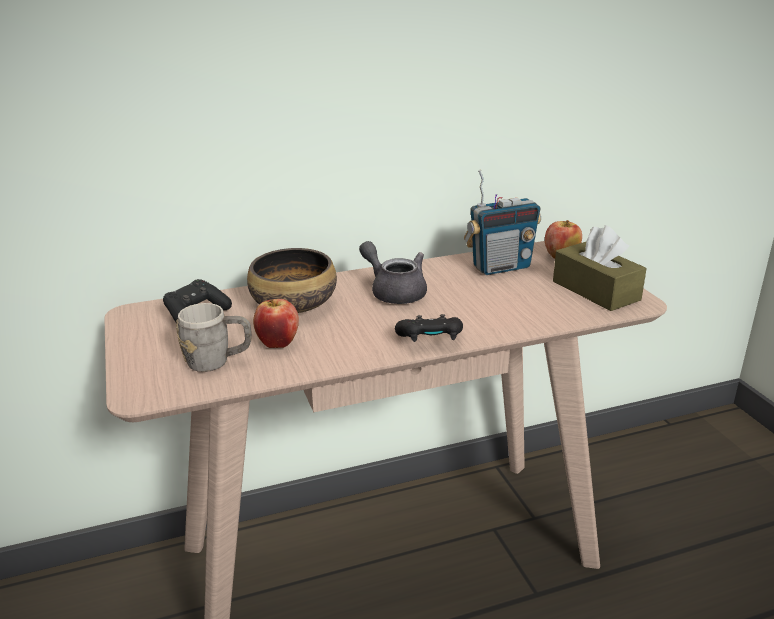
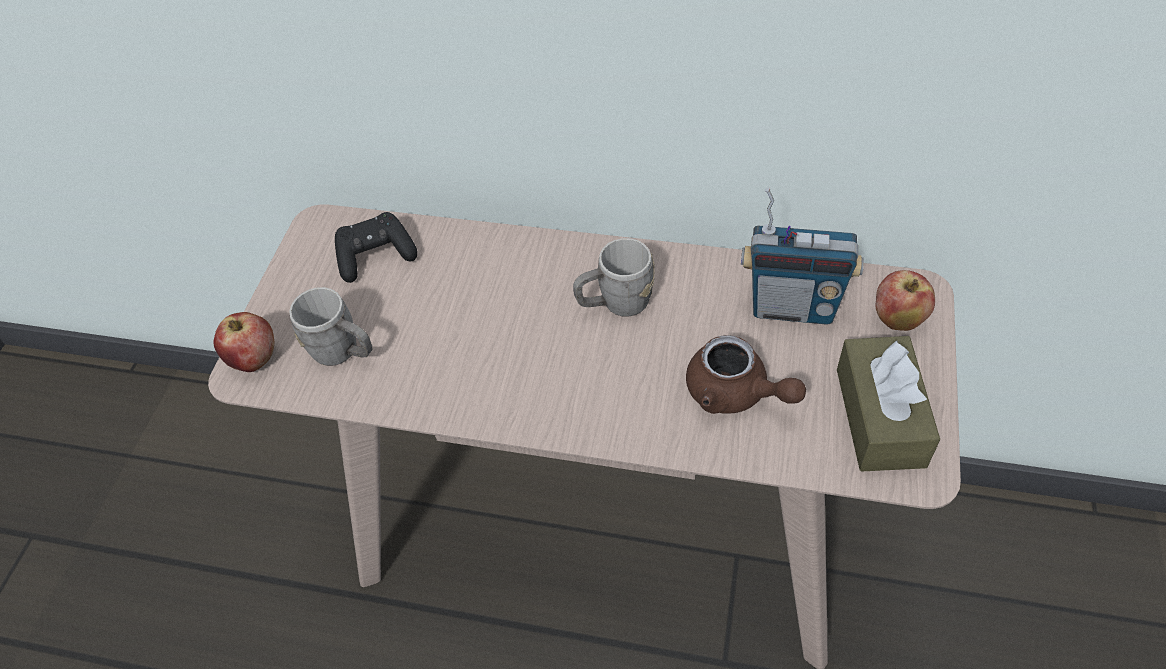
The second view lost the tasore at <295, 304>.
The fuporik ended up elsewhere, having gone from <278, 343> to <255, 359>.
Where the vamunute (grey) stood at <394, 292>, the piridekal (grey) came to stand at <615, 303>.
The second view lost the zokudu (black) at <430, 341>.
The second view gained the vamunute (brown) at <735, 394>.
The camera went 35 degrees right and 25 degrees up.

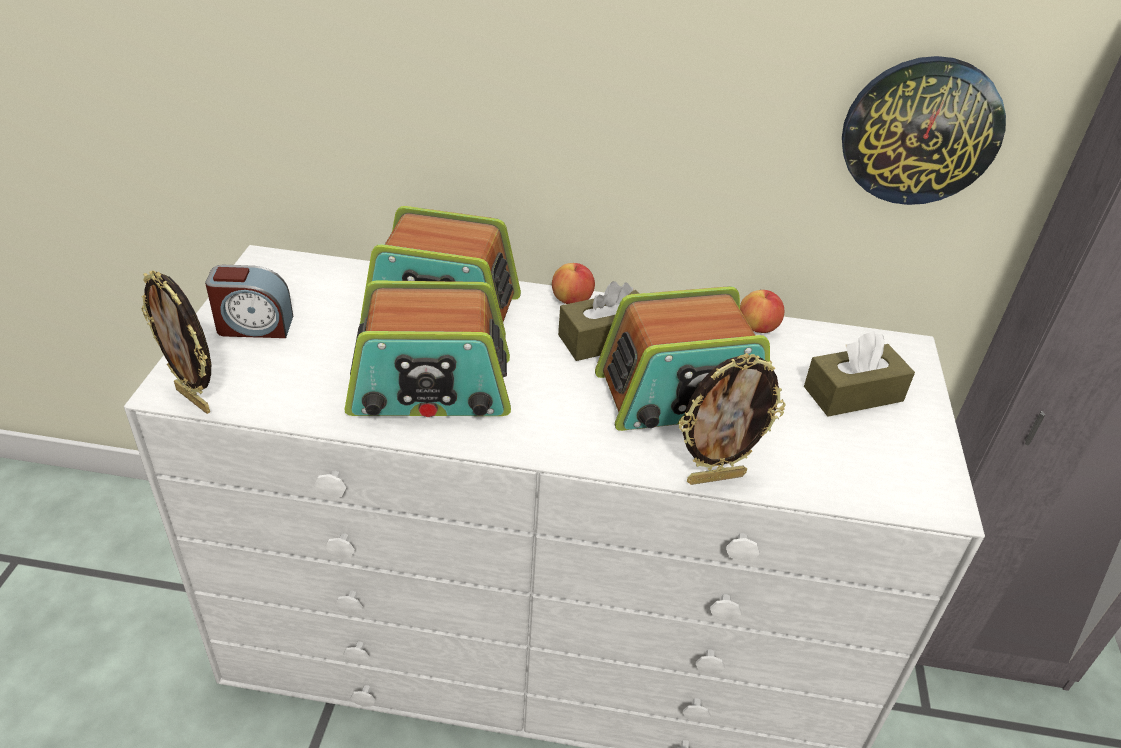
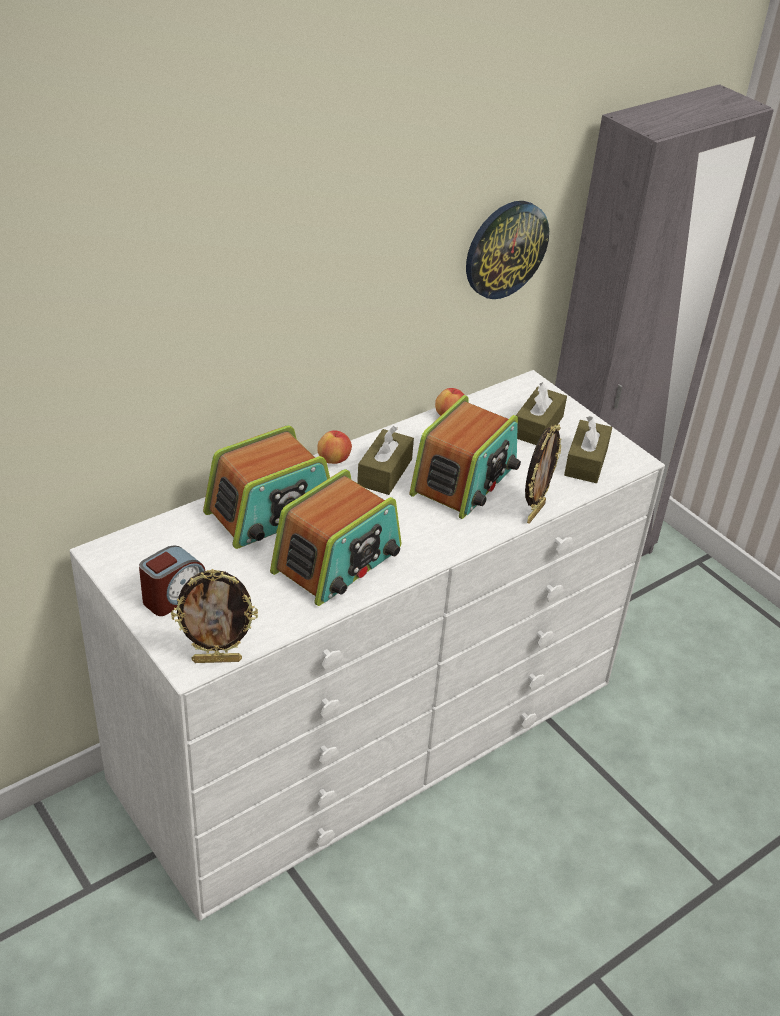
The second view gained the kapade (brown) at <586, 461>.
The camera went 45 degrees left and 0 degrees up.

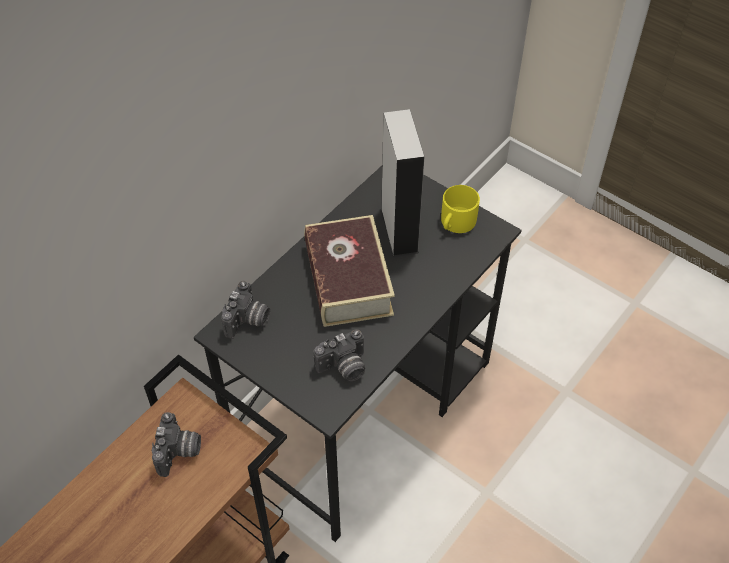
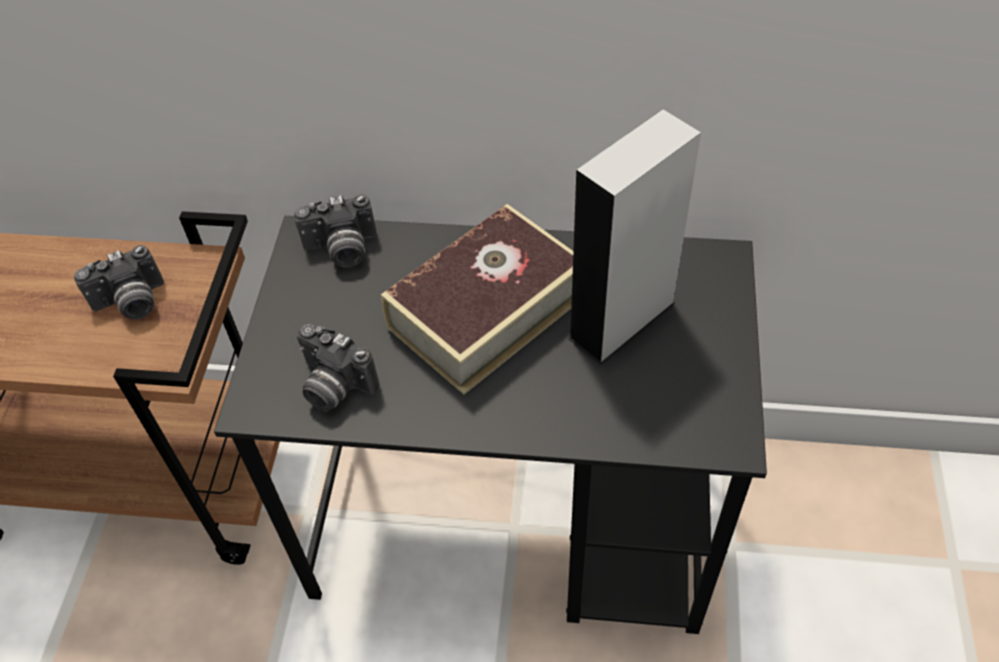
The second view lost the piridekal (yellow) at <456, 222>.
The camera went 60 degrees right and 0 degrees up.

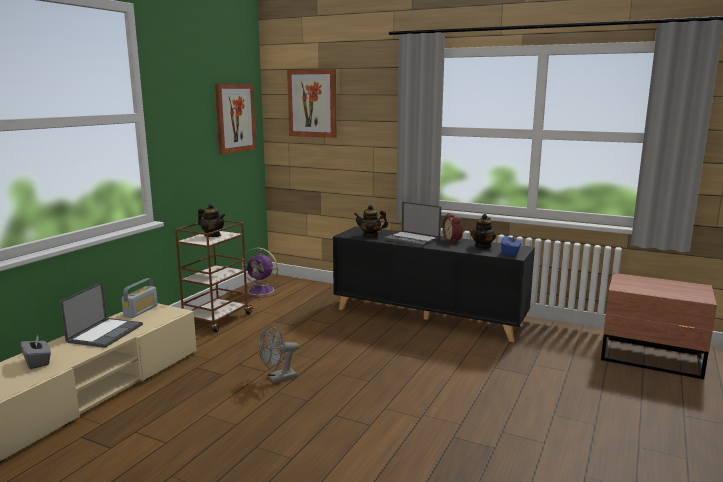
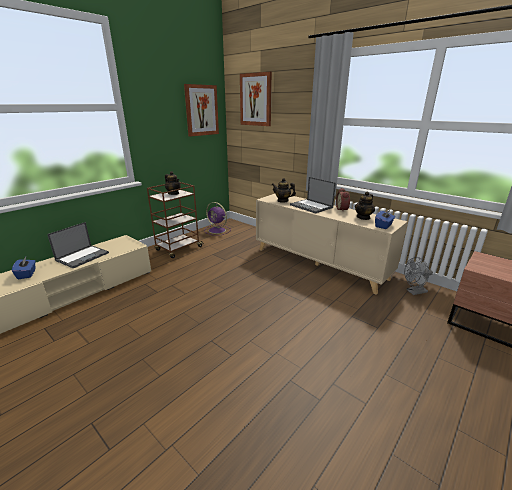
What was the kapade (grey) at <37, 362> turned into the kapade (blue) at <27, 274>.
The second view lost the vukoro at <141, 311>.
The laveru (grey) ended up elsewhere, having gone from <278, 378> to <414, 292>.
What was the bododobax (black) at <428, 317> turned into the bododobax (beige) at <319, 263>.
The camera went 15 degrees right and 10 degrees up.

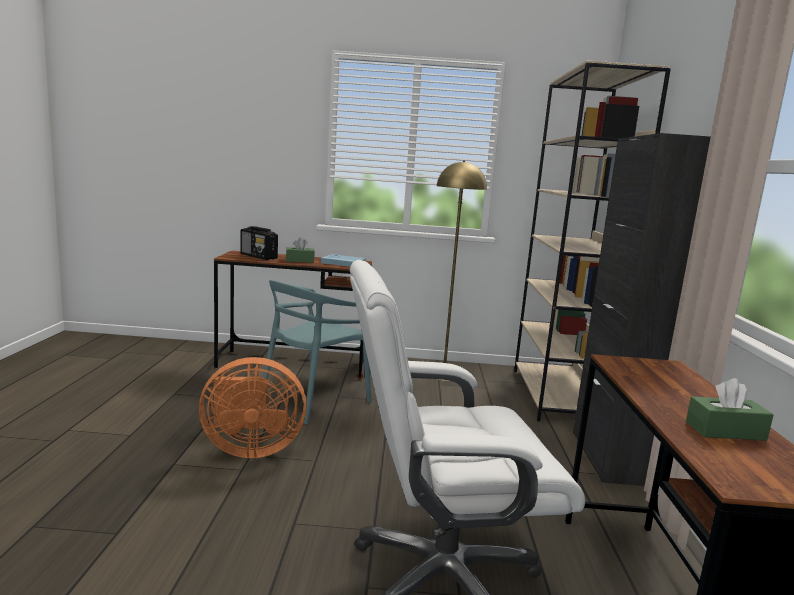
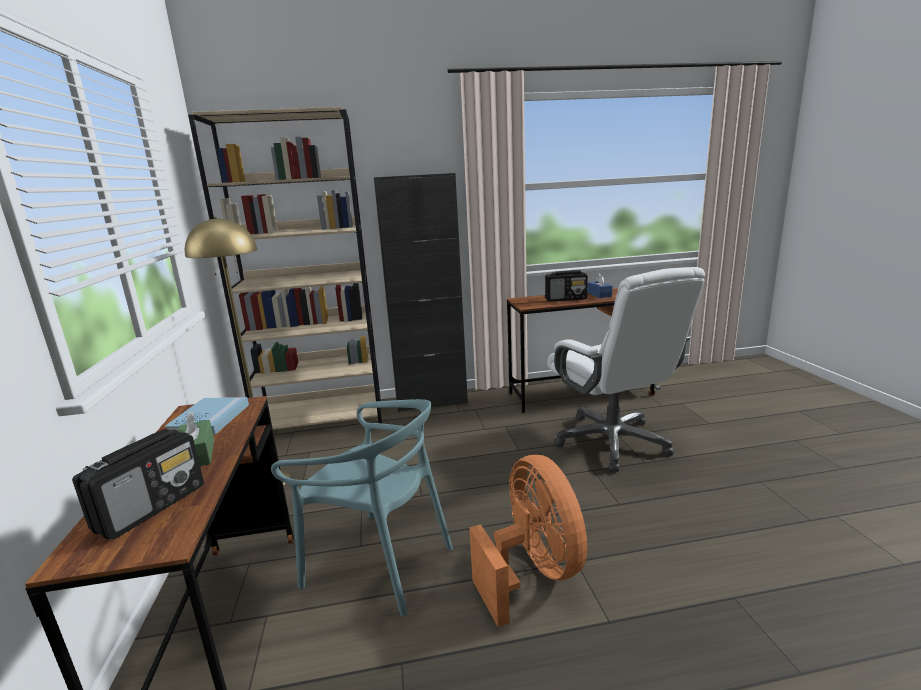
What was the kapade (green) at <725, 431> turned into the kapade (blue) at <599, 294>.
The second view gained the vukoro at <566, 299>.
The camera went 100 degrees left and 5 degrees up.

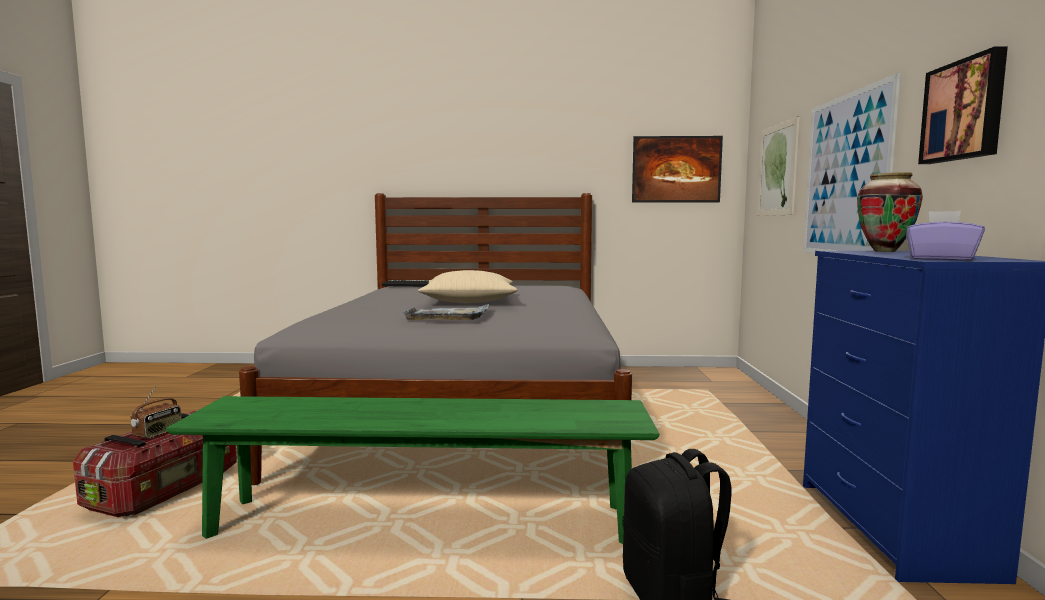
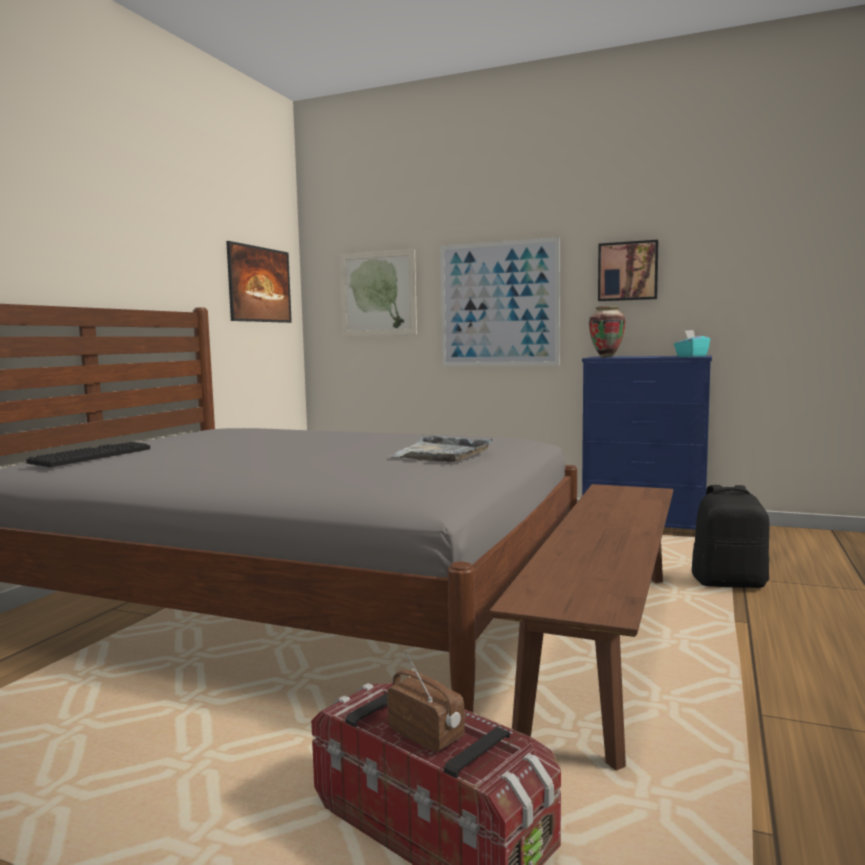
What was the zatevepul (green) at <423, 521> turned into the zatevepul (brown) at <605, 644>.
The second view lost the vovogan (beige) at <469, 301>.
What was the kapade (purple) at <940, 259> turned into the kapade (turquoise) at <691, 356>.
The camera went 70 degrees left and 0 degrees up.

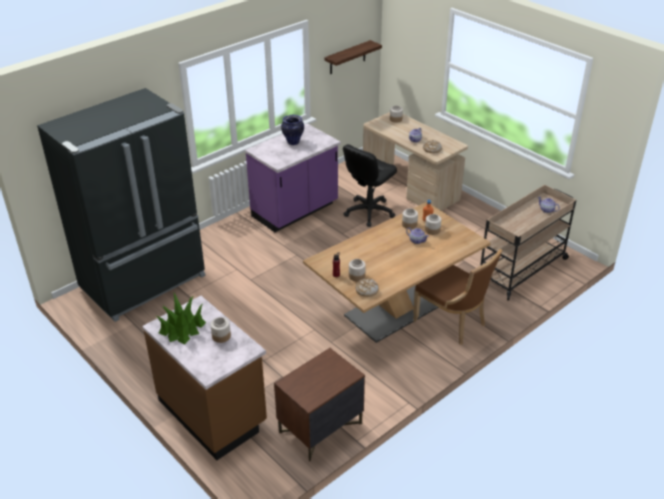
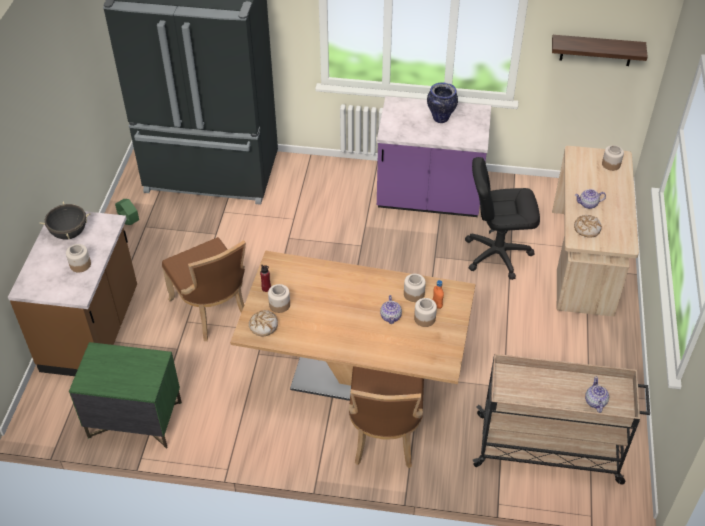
Where the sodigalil stood at <182, 328>, the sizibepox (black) came to stand at <69, 233>.
What was the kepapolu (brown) at <320, 428> turned into the kepapolu (green) at <134, 420>.
The second view gained the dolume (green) at <129, 221>.
The second view gained the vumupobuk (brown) at <213, 311>.
The camera went 50 degrees right and 10 degrees up.

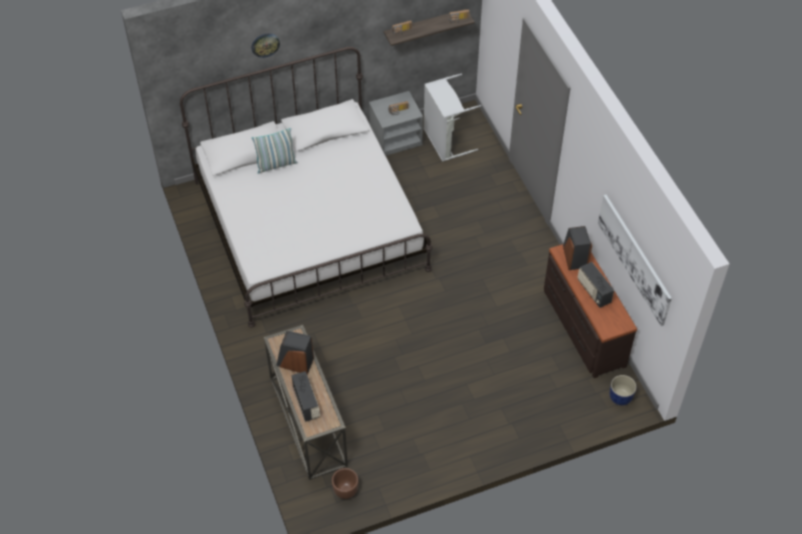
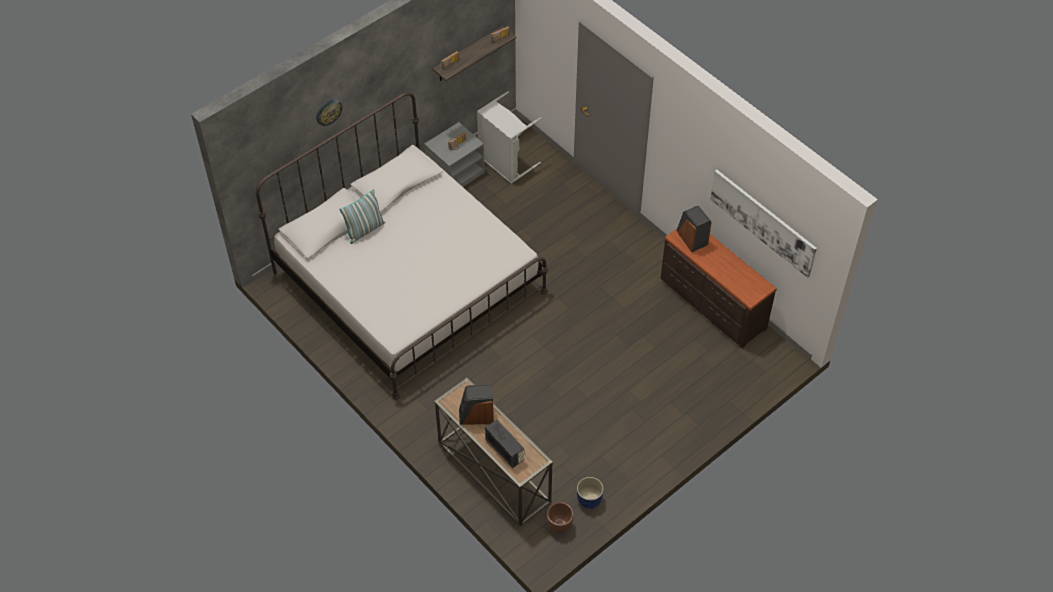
The second view lost the vukoro at <593, 292>.
The dolume (blue) ended up elsewhere, having gone from <620, 397> to <589, 500>.
The camera went 20 degrees left and 0 degrees up.

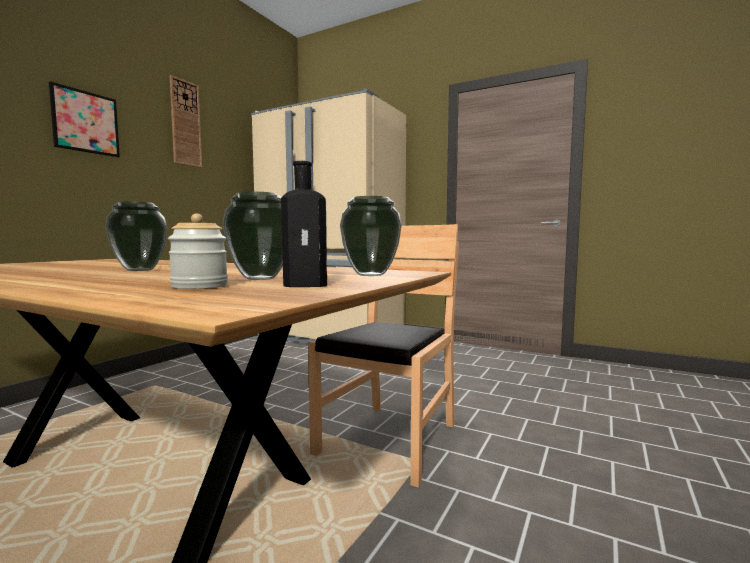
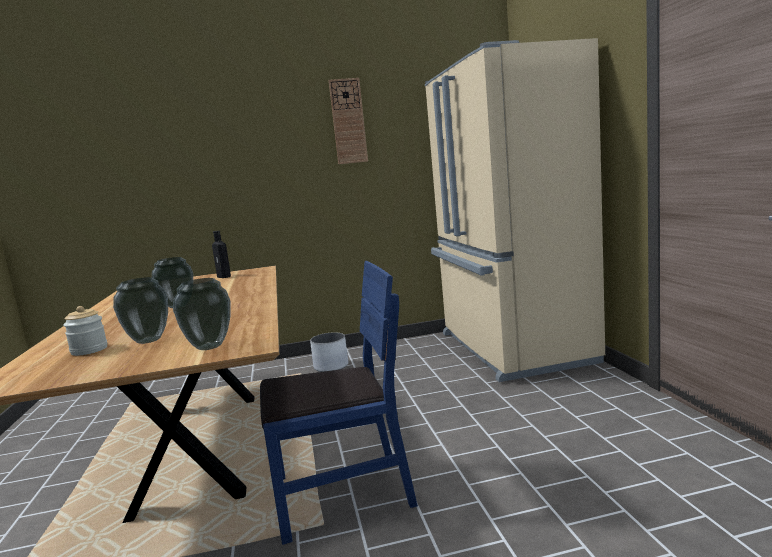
The second view lost the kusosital at <85, 122>.
The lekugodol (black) ended up elsewhere, having gone from <308, 285> to <224, 277>.
What was the vumupobuk (brown) at <390, 440> turned into the vumupobuk (blue) at <342, 493>.
The second view gained the dolume (white) at <331, 366>.
The camera went 50 degrees right and 5 degrees up.

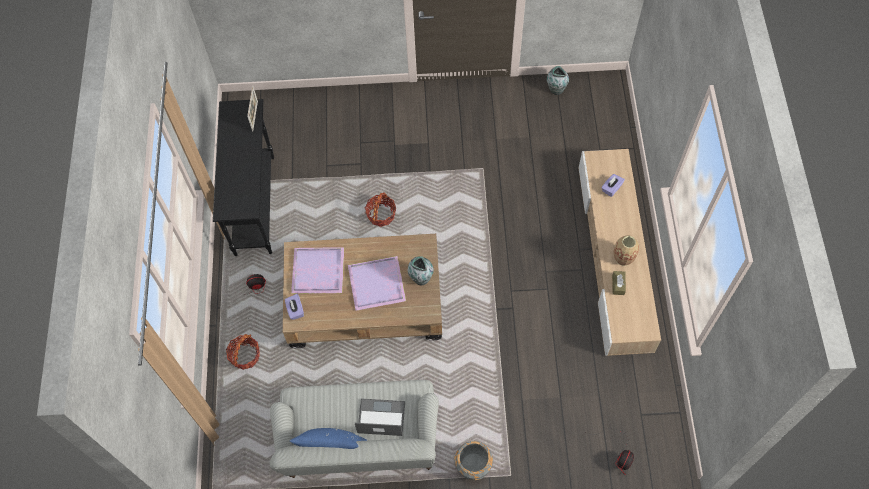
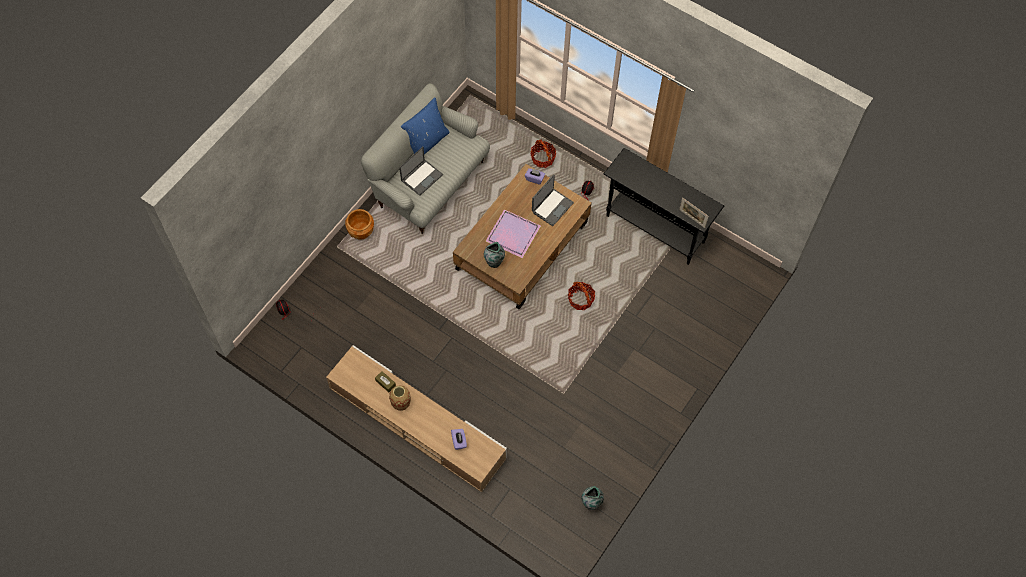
Where the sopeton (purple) stood at <317, 272>, the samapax came to stand at <552, 207>.
What was the dolume (grey) at <473, 465> turned into the dolume (brown) at <361, 231>.
The camera went 125 degrees right and 0 degrees up.

